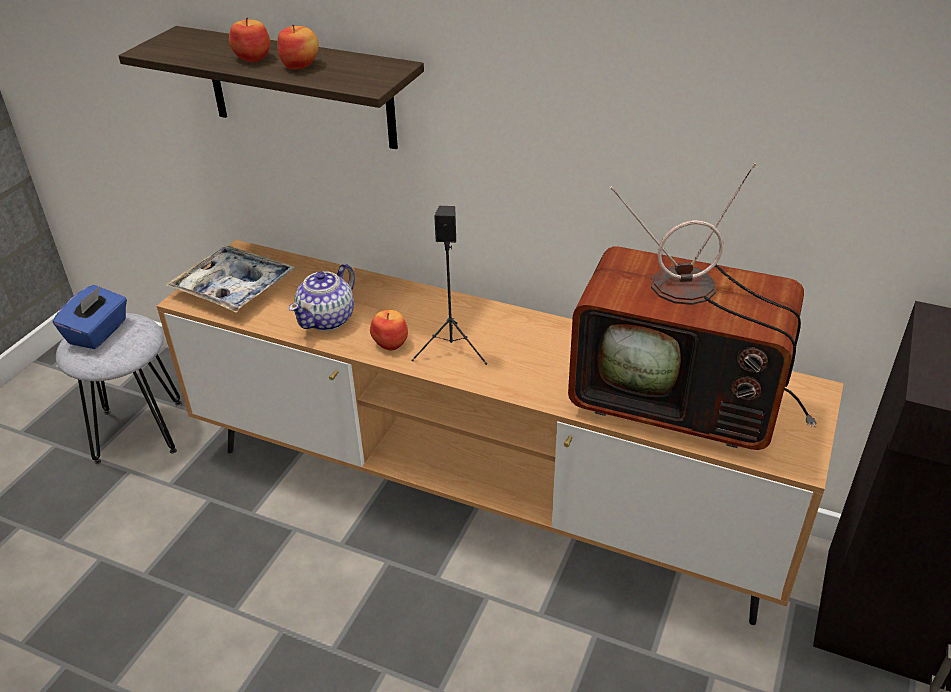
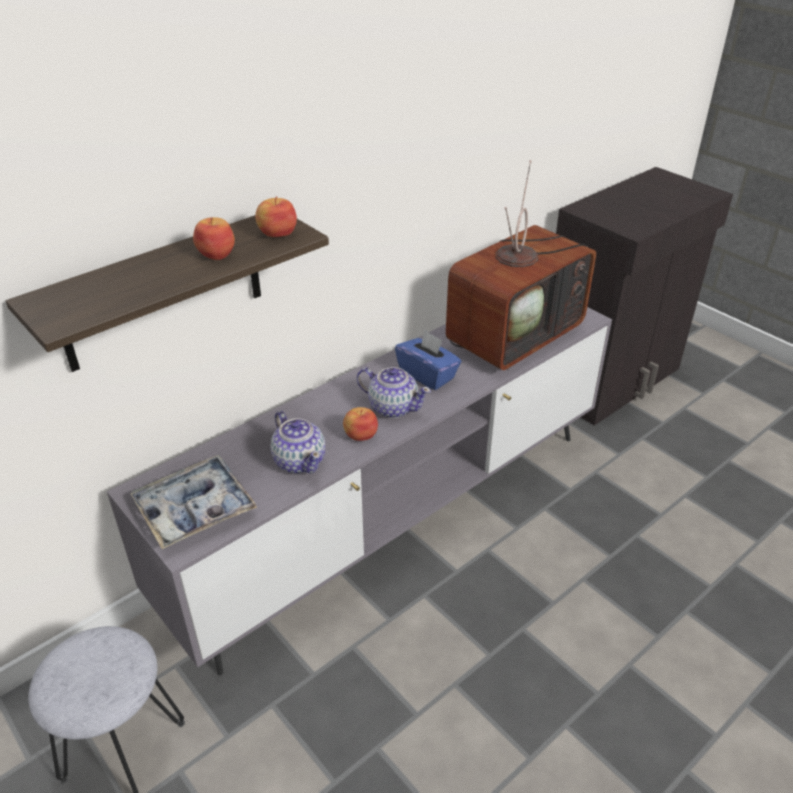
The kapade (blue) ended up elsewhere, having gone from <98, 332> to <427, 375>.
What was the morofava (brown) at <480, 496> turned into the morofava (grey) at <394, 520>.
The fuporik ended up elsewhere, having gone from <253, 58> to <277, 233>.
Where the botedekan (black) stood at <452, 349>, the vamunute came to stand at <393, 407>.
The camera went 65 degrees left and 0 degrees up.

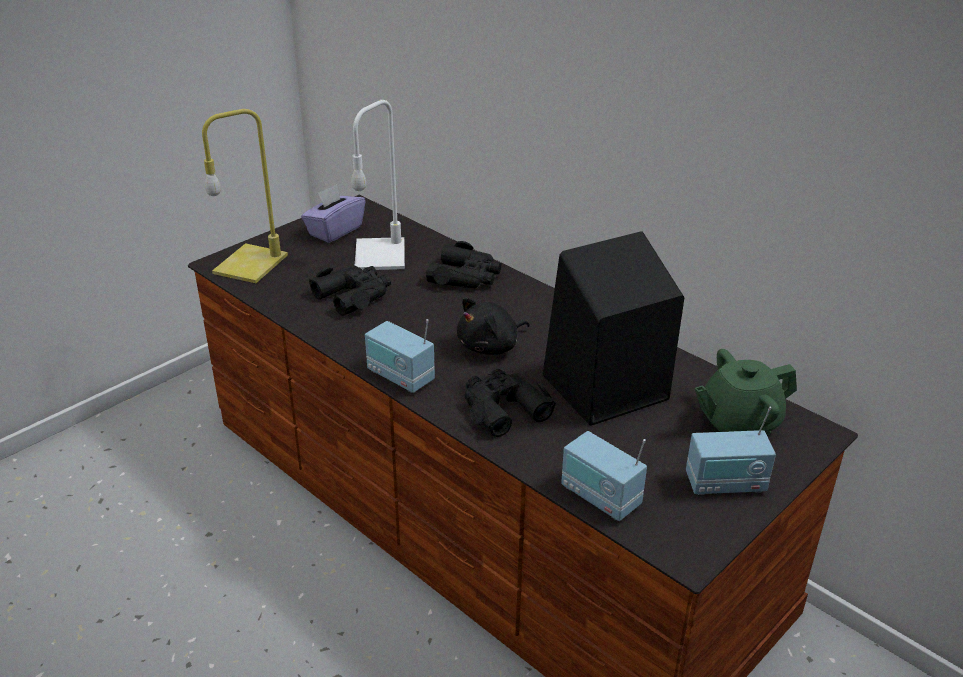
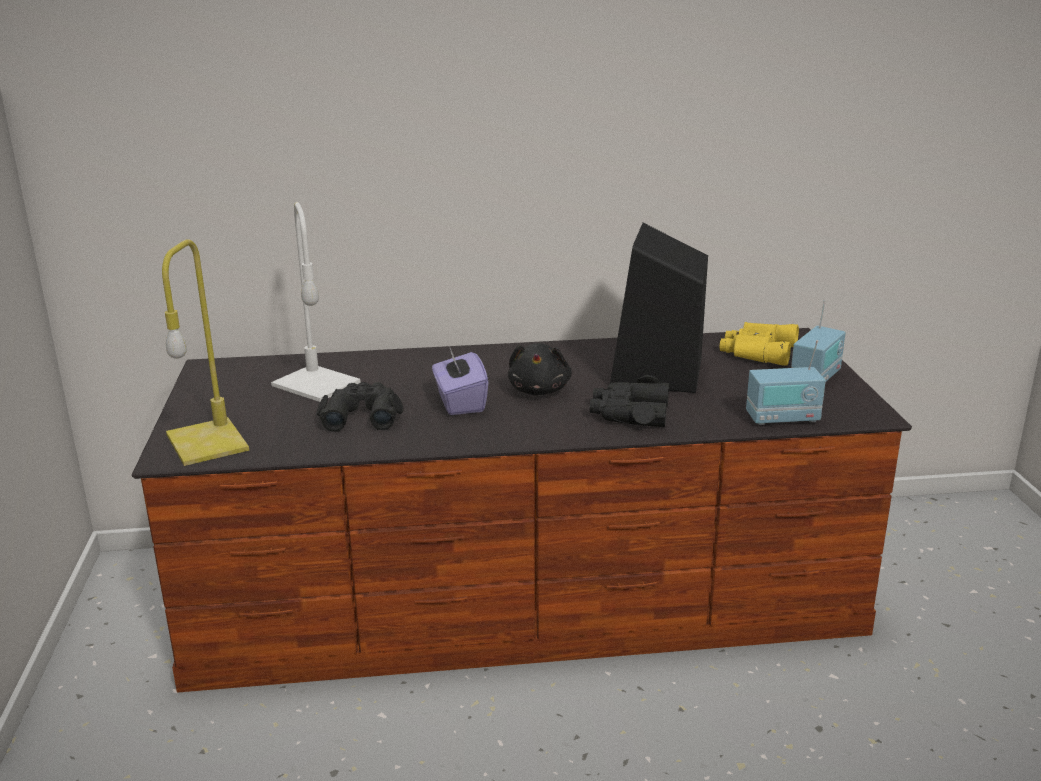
The kapade (purple) ended up elsewhere, having gone from <335, 231> to <460, 402>.
The second view lost the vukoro at <400, 377>.
The second view lost the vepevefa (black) at <465, 276>.
Where the vamunute (green) stood at <738, 423>, the vepevefa (yellow) came to stand at <756, 351>.
The camera went 50 degrees left and 10 degrees down.

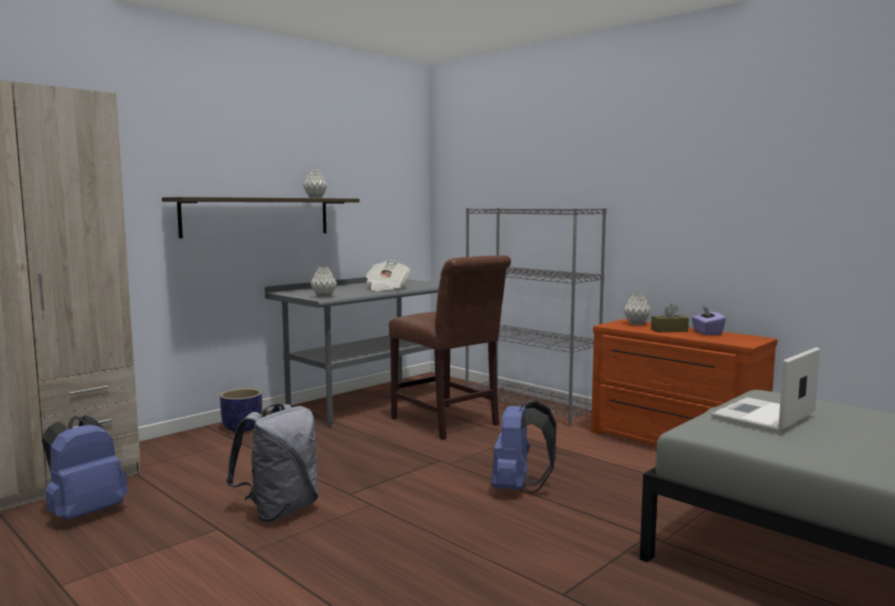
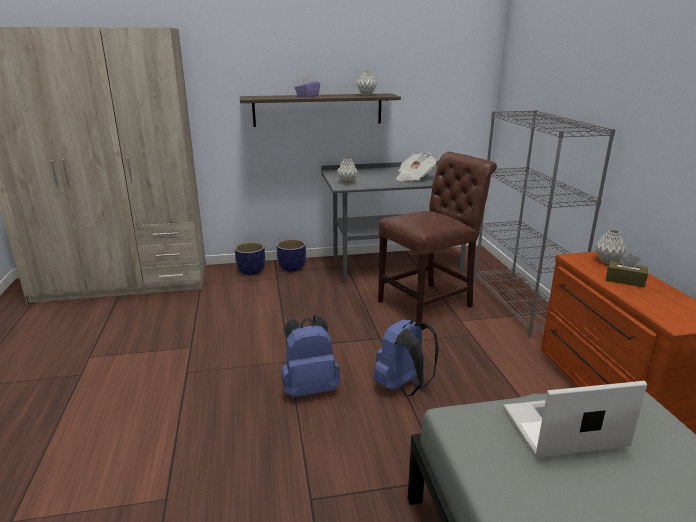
The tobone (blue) ended up elsewhere, having gone from <85, 513> to <309, 388>.
The second view lost the tobone (grey) at <279, 511>.
The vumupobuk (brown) at <448, 423> ended up facing another way, 120 degrees counterclockwise from before.
The kapade (purple) ended up elsewhere, having gone from <707, 332> to <307, 96>.
The second view gained the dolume at <251, 271>.
The camera went 35 degrees right and 15 degrees up.

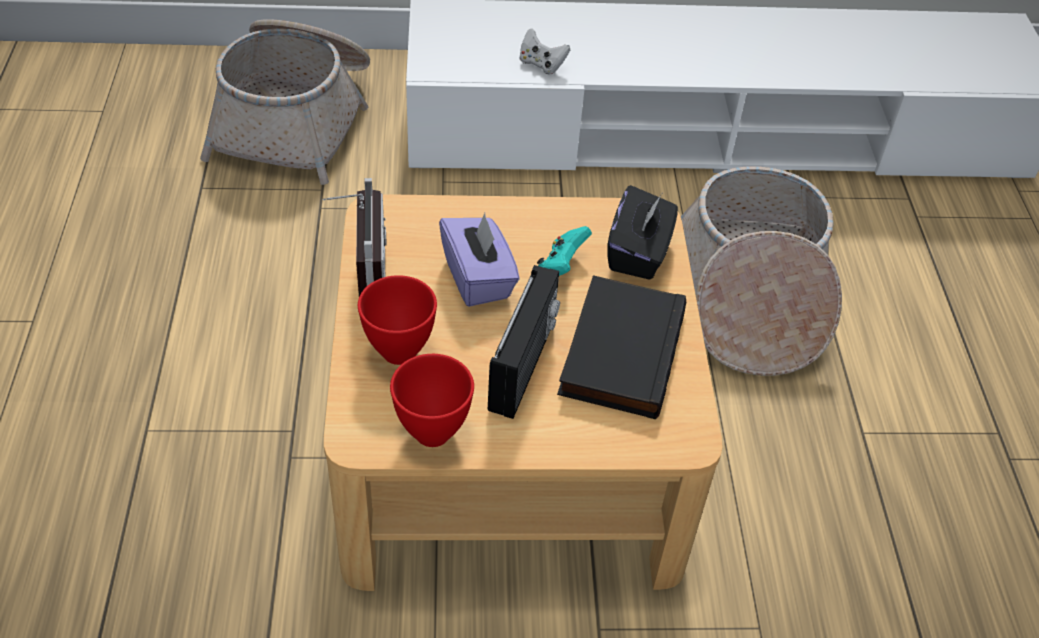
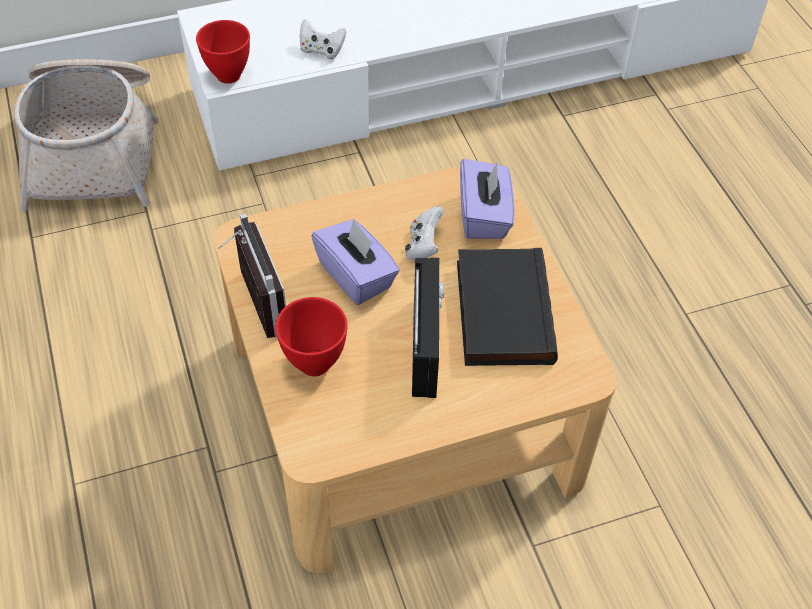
The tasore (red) ended up elsewhere, having gone from <434, 431> to <229, 75>.
What was the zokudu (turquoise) at <561, 266> turned into the zokudu (white) at <423, 246>.
What was the kapade (black) at <639, 253> turned into the kapade (purple) at <484, 216>.
The second view lost the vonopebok at <748, 297>.
The camera went 15 degrees left and 5 degrees up.

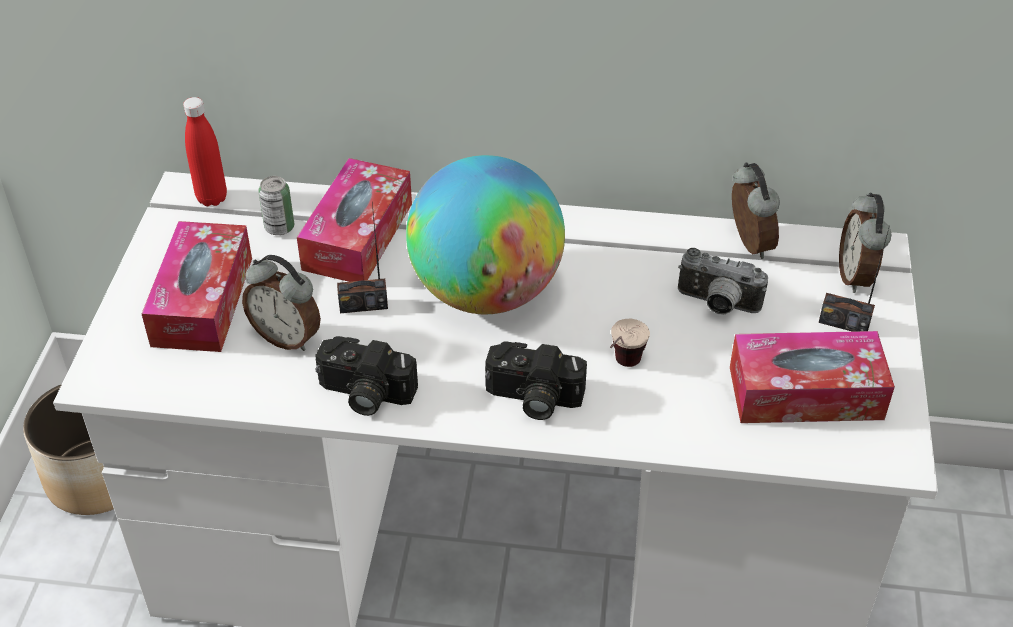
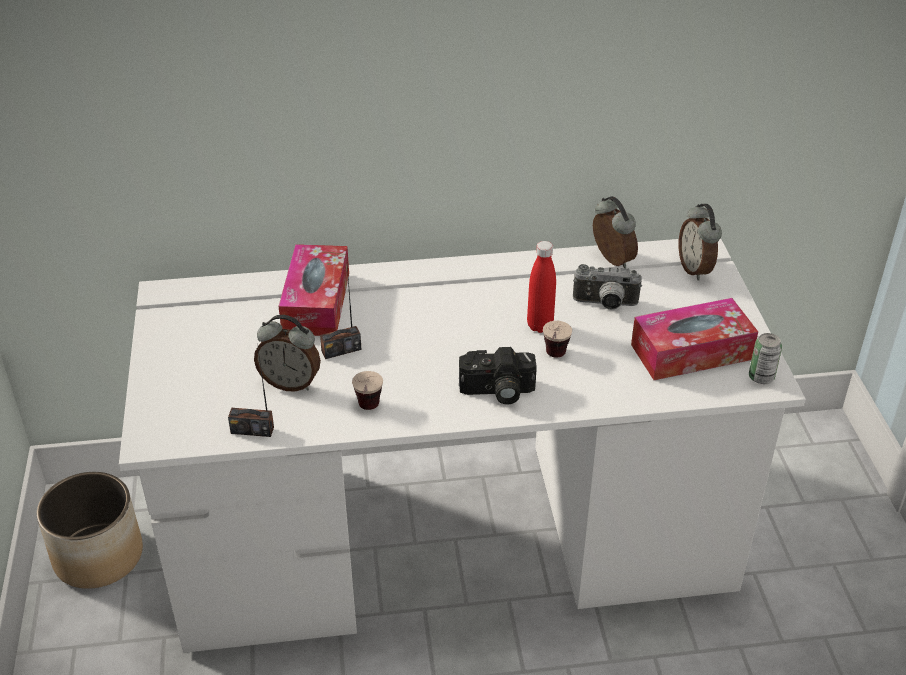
The second view lost the kapade at <202, 301>.
The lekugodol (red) ended up elsewhere, having gone from <212, 198> to <540, 326>.
The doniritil ended up elsewhere, having gone from <279, 227> to <761, 377>.
Where the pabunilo stood at <364, 394>, the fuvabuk came to stand at <368, 412>.
The second view lost the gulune at <486, 292>.
The vukoro ended up elsewhere, having gone from <844, 323> to <252, 430>.
The camera went 15 degrees left and 5 degrees down.

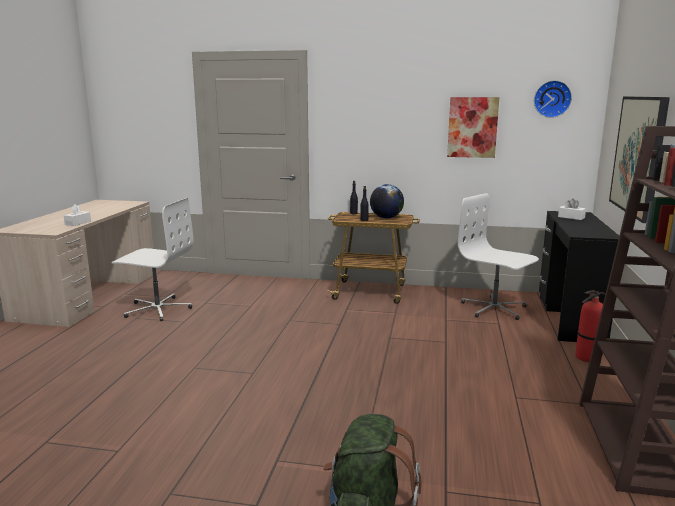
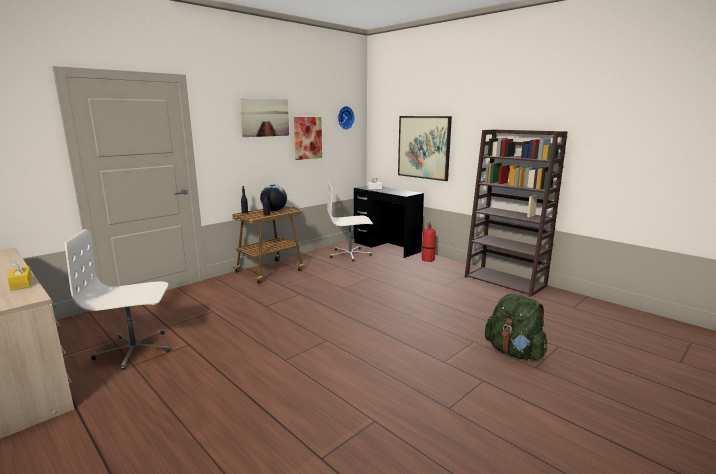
What was the kapade (white) at <78, 223> turned into the kapade (yellow) at <21, 284>.
The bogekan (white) at <157, 309> ended up facing another way, 150 degrees counterclockwise from before.
The second view gained the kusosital at <265, 117>.
The camera went 55 degrees left and 0 degrees up.

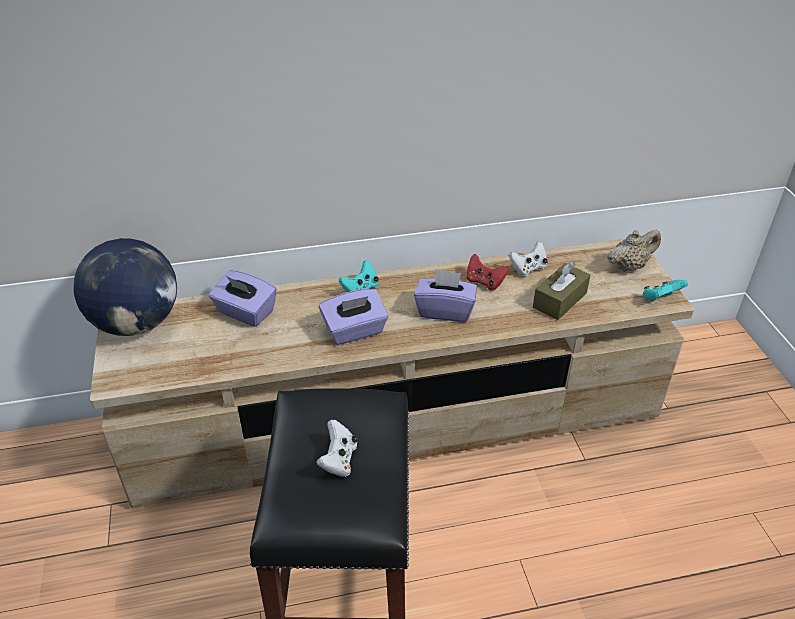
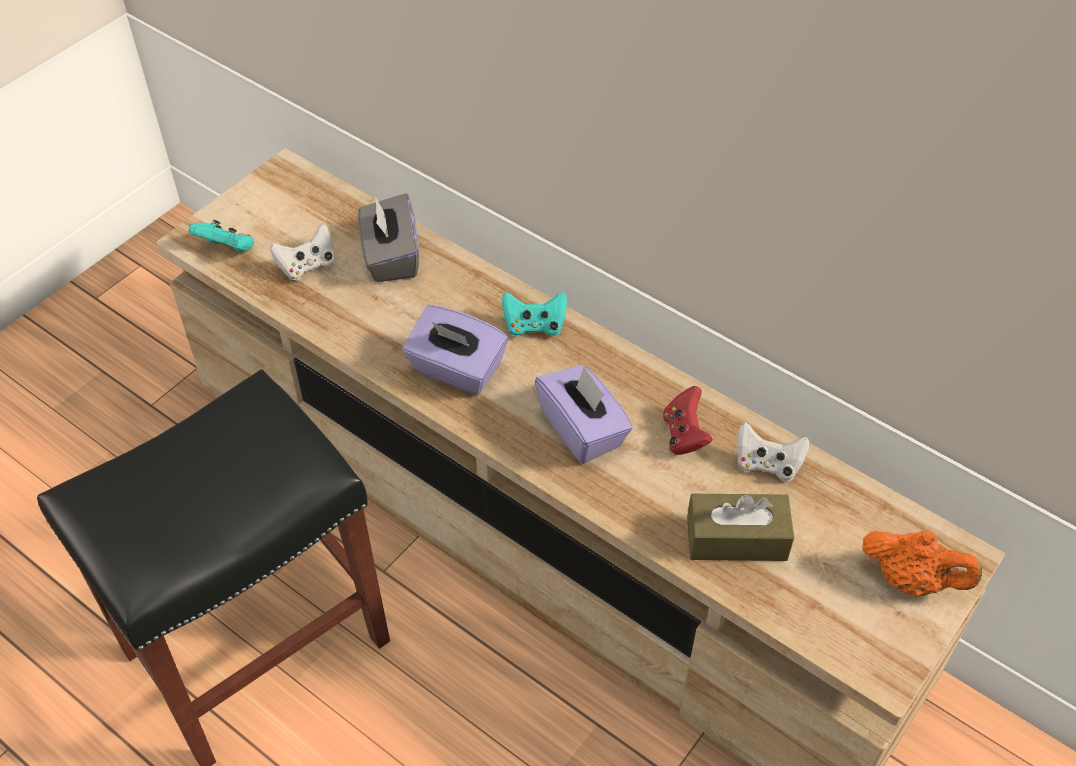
The second view lost the gulune at <137, 323>.
What was the kapade (purple) at <245, 312> turned into the kapade (grey) at <391, 257>.
The zokudu (white) ended up elsewhere, having gone from <339, 460> to <307, 266>.
What was the vamunute (beige) at <629, 266> turned into the vamunute (orange) at <911, 580>.
The zokudu (turquoise) ended up elsewhere, having gone from <660, 299> to <227, 249>.
The camera went 50 degrees right and 10 degrees up.

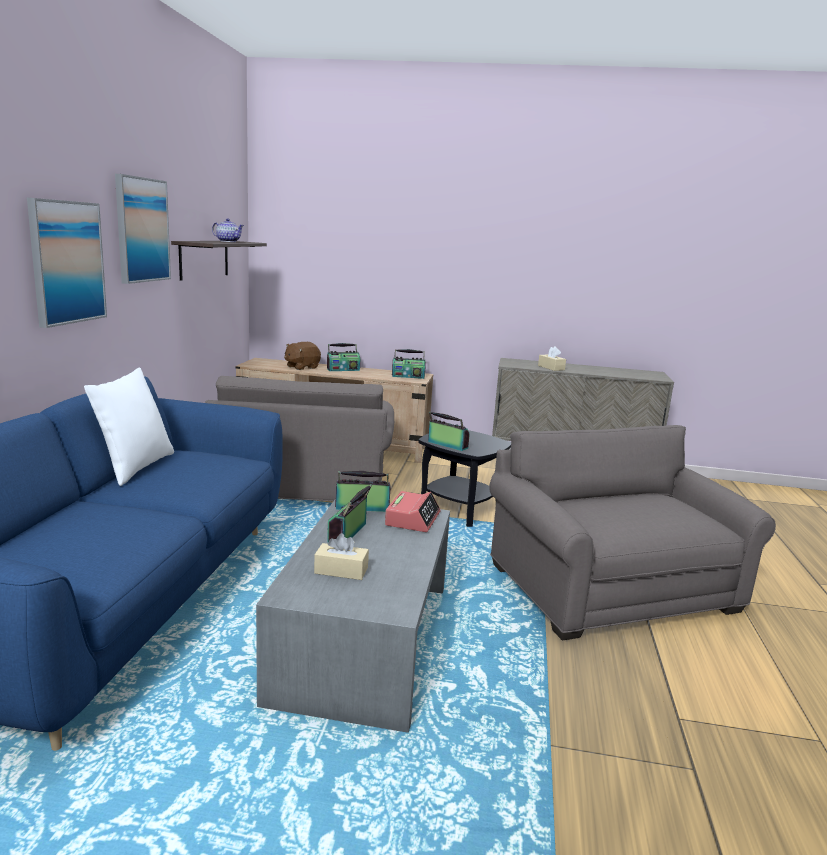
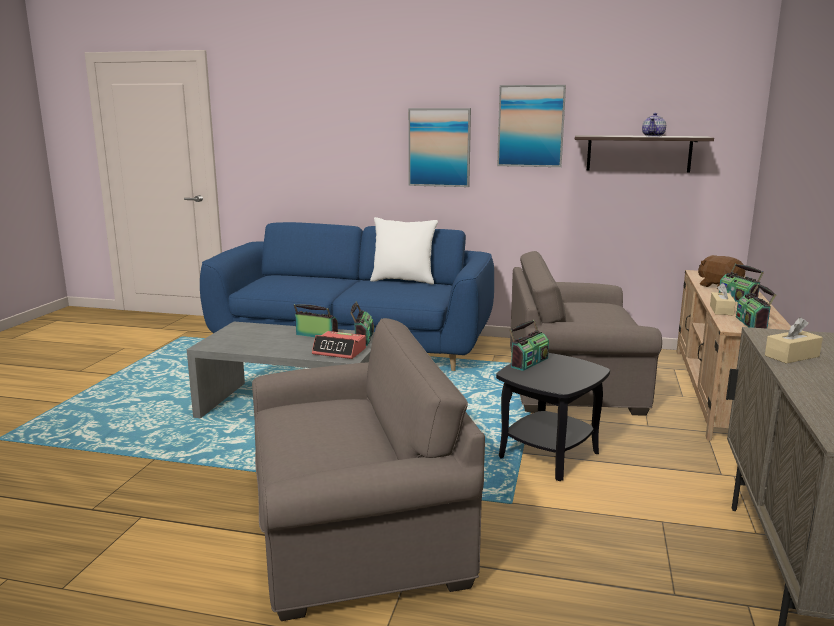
The kapade (beige) ended up elsewhere, having gone from <341, 570> to <721, 310>.
The camera went 95 degrees right and 0 degrees up.

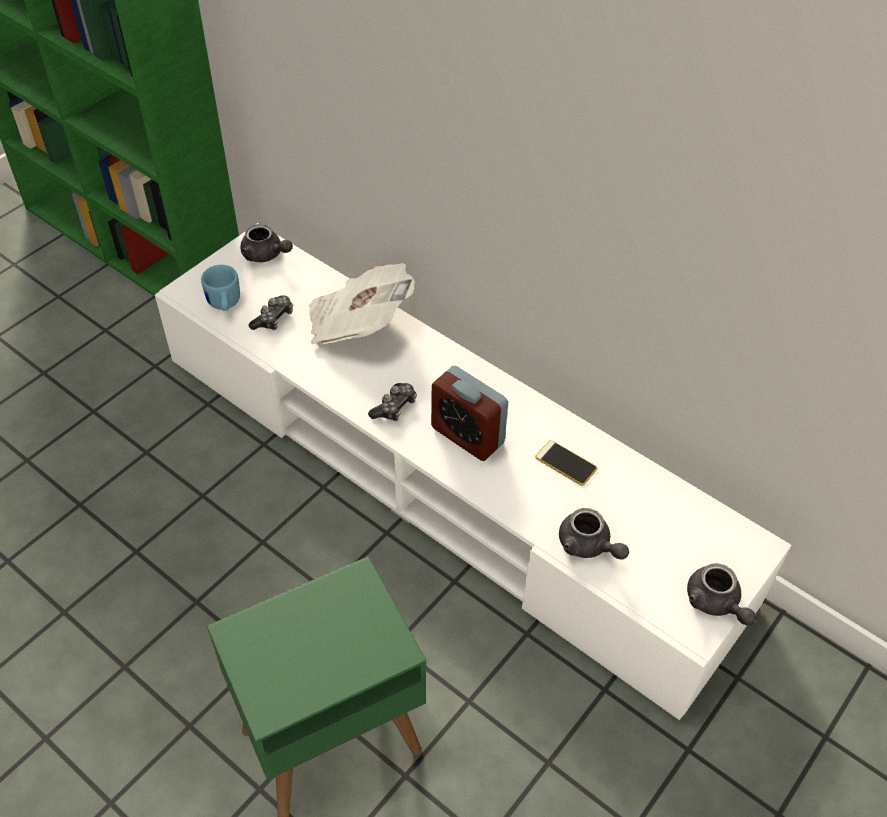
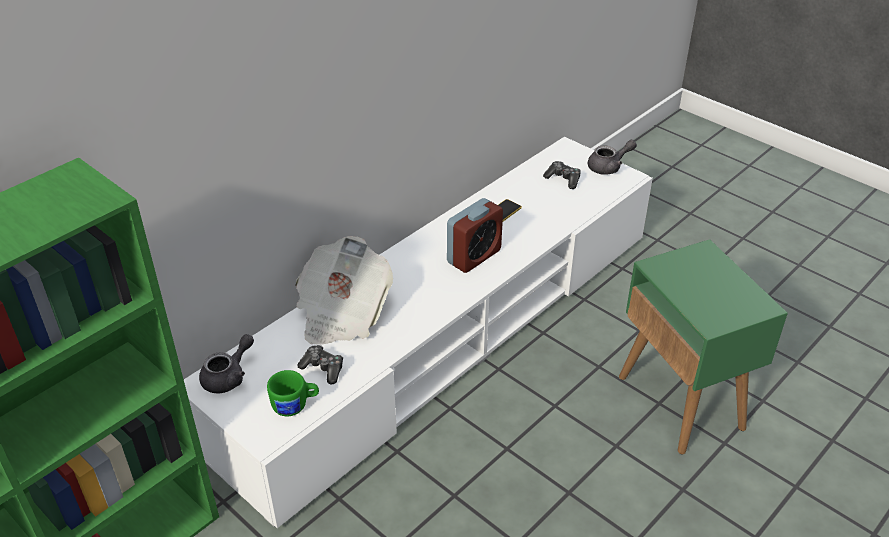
What was the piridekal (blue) at <224, 305> turned into the piridekal (green) at <295, 406>.
The zokudu ended up elsewhere, having gone from <394, 407> to <563, 179>.
The second view lost the vamunute (grey) at <588, 546>.
The camera went 85 degrees left and 10 degrees down.

